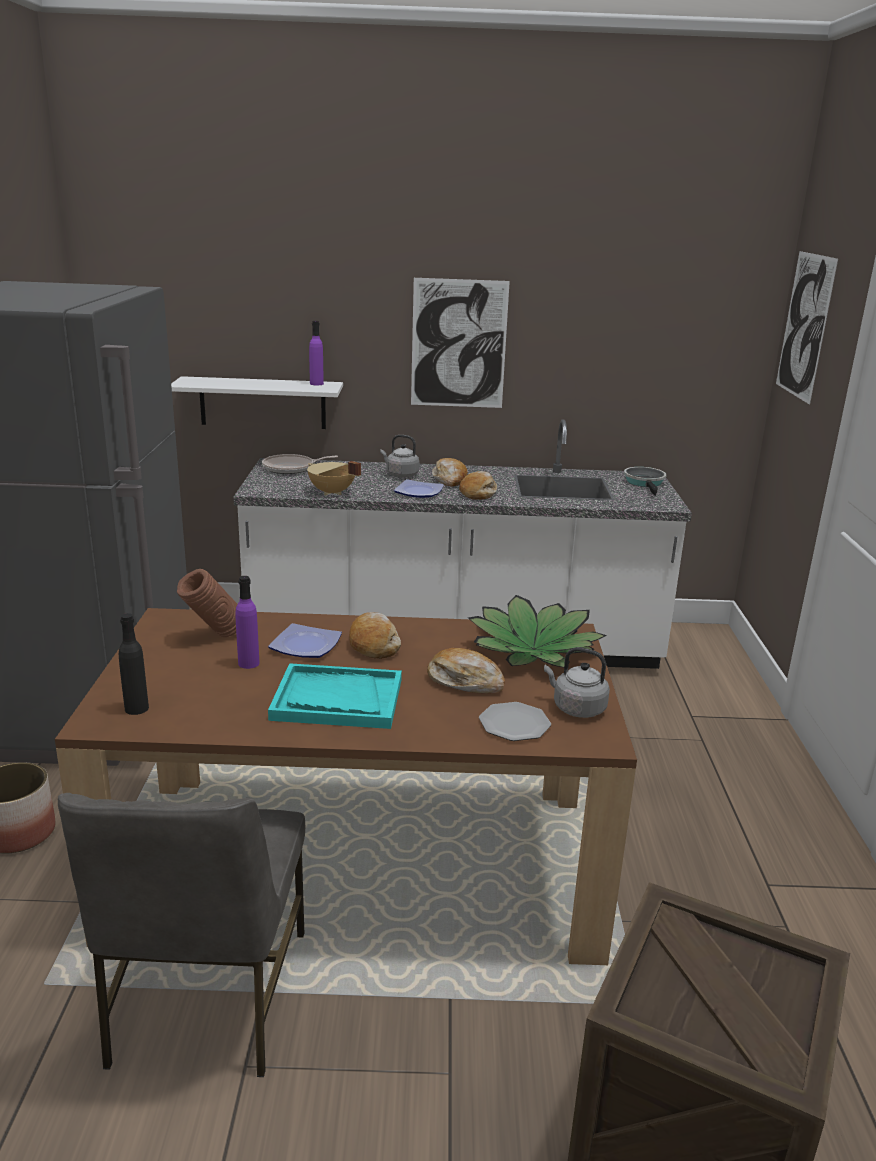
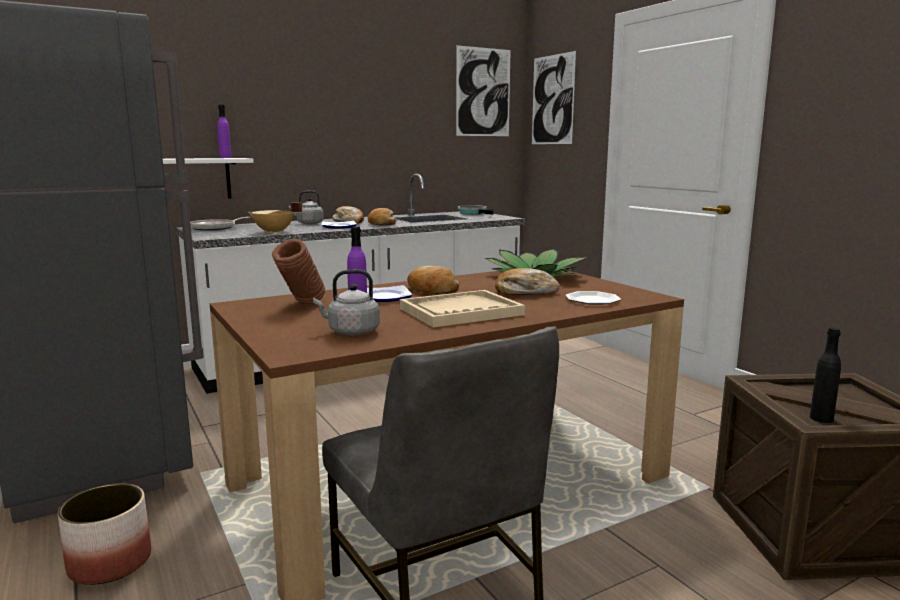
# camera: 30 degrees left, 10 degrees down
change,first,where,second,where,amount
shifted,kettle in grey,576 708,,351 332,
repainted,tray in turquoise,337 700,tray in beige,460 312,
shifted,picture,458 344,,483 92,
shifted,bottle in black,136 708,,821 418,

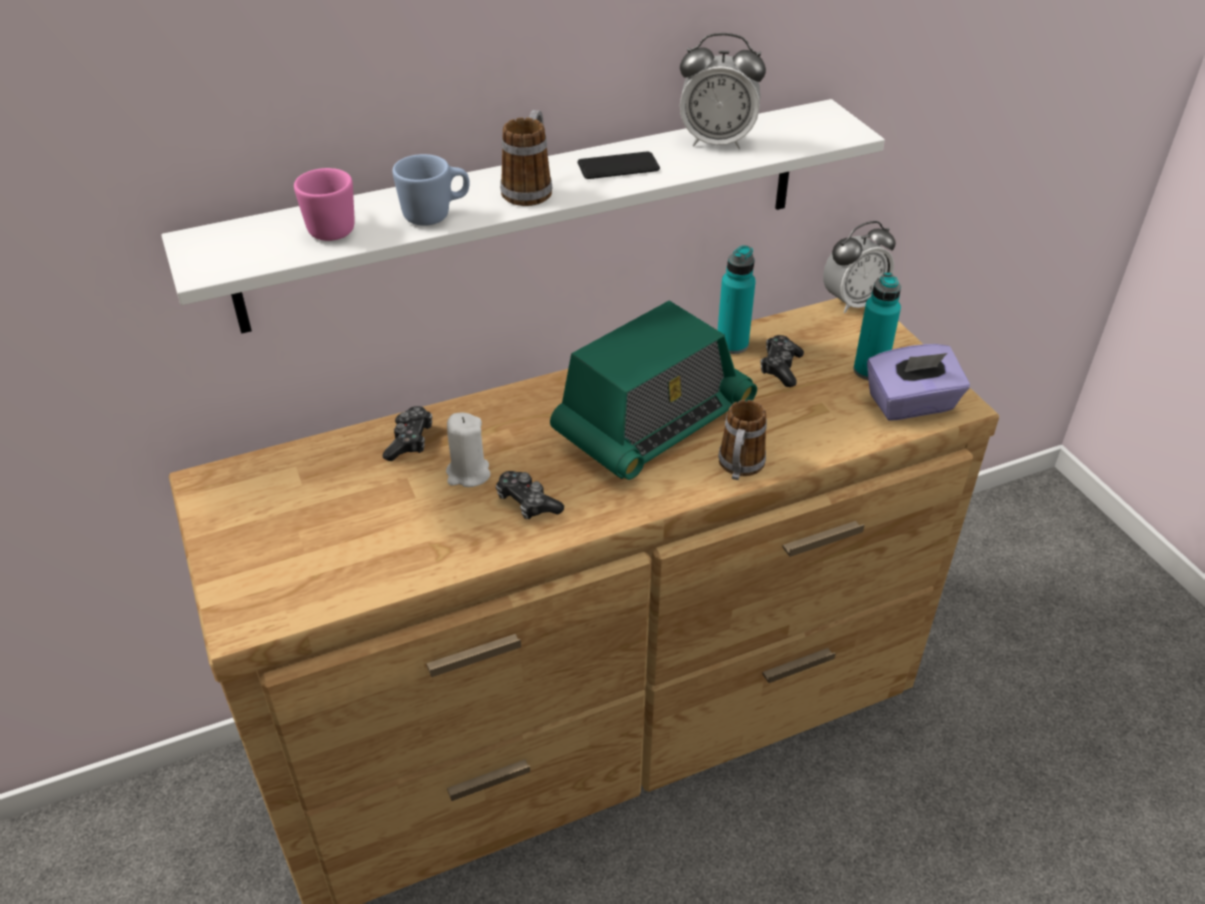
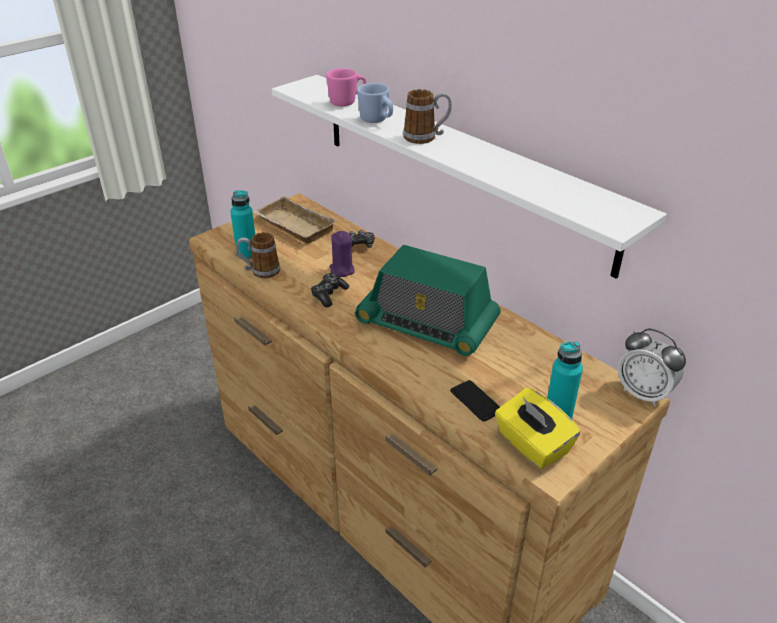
# camera: 70 degrees right, 5 degrees down
change,first,where,second,where,amount
shifted,bottle in turquoise,732 344,,247 254,
shifted,mug,739 468,,260 271,
new,,,tray in beige,292 226,
repainted,candle in white,468 474,candle in purple,342 270,
shifted,phone,618 167,,476 401,
repainted,tissue box in purple,911 404,tissue box in yellow,532 445,
gone,alarm clock,717 141,,,
gone,game controller,780 368,,,

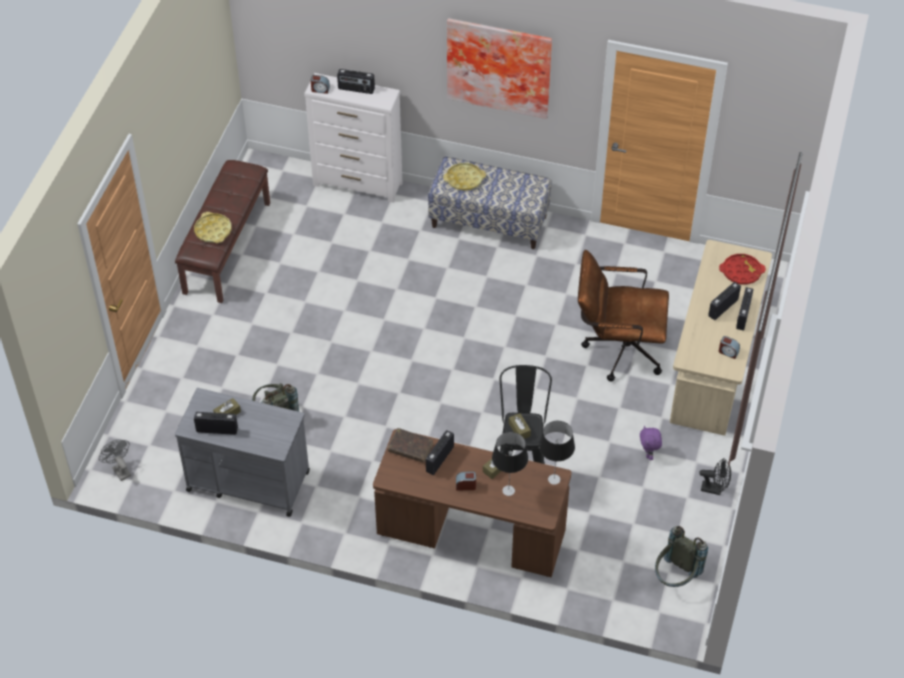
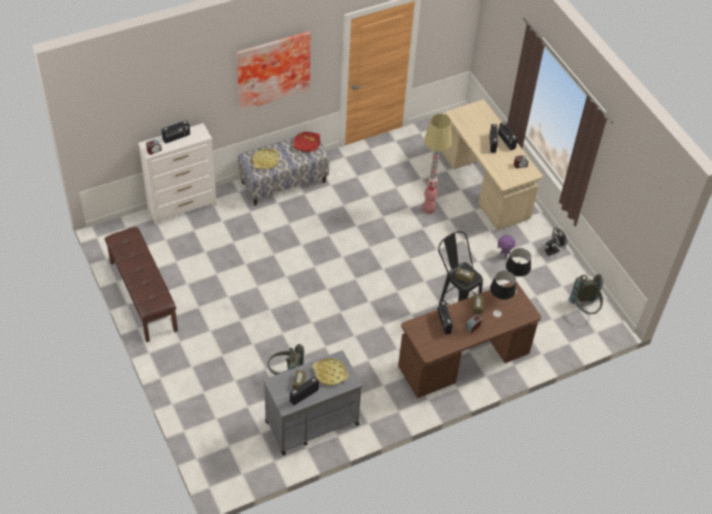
# camera: 45 degrees left, 0 degrees up
change,first,where,second,where,amount
shifted,tray in red,741 272,,306 144,
shifted,tray in yellow,213 231,,330 373,
swapped,office chair in brown,617 349,floor lamp,428 209,
gone,fan in grey,119 469,,,
gone,book in brown,410 448,,,

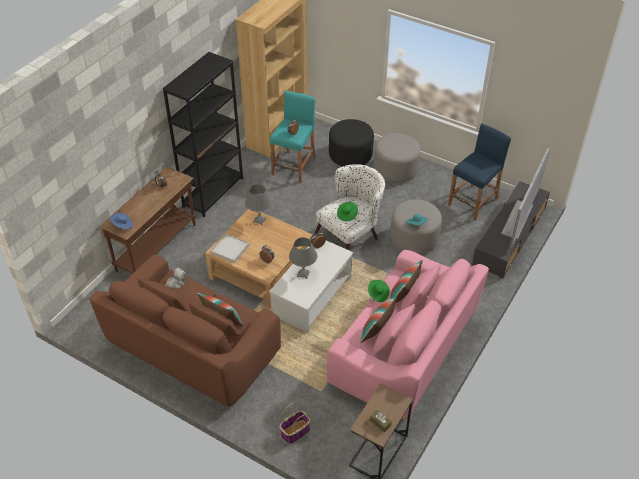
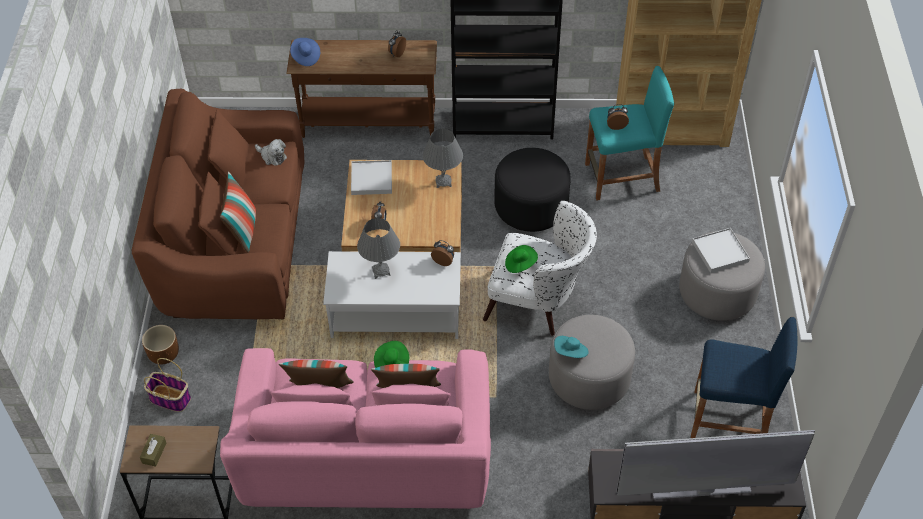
# camera: 60 degrees right, 5 degrees up
change,first,where,second,where,amount
new,,,planter in brown,164 354,
shifted,ottoman in black,350 155,,531 207,
new,,,tray in white,720 252,

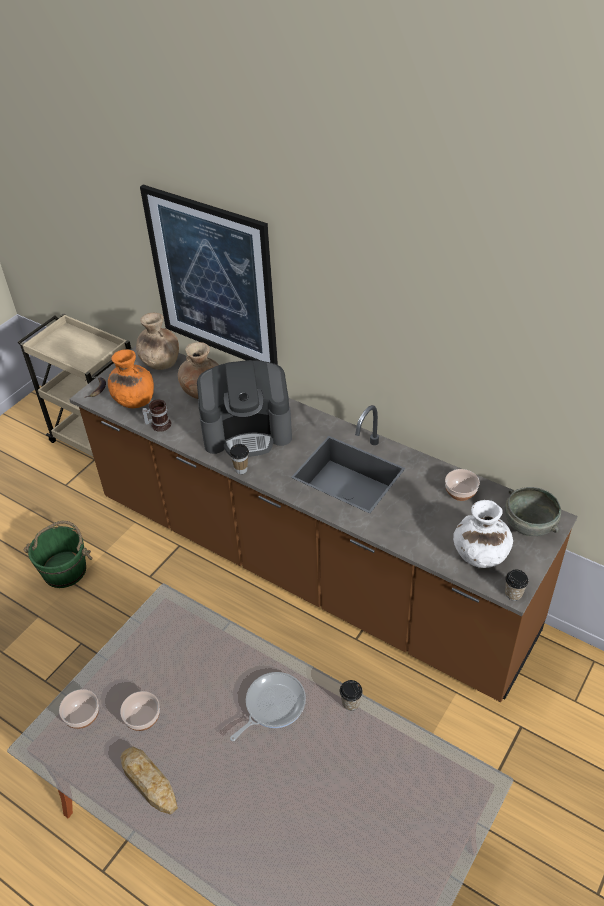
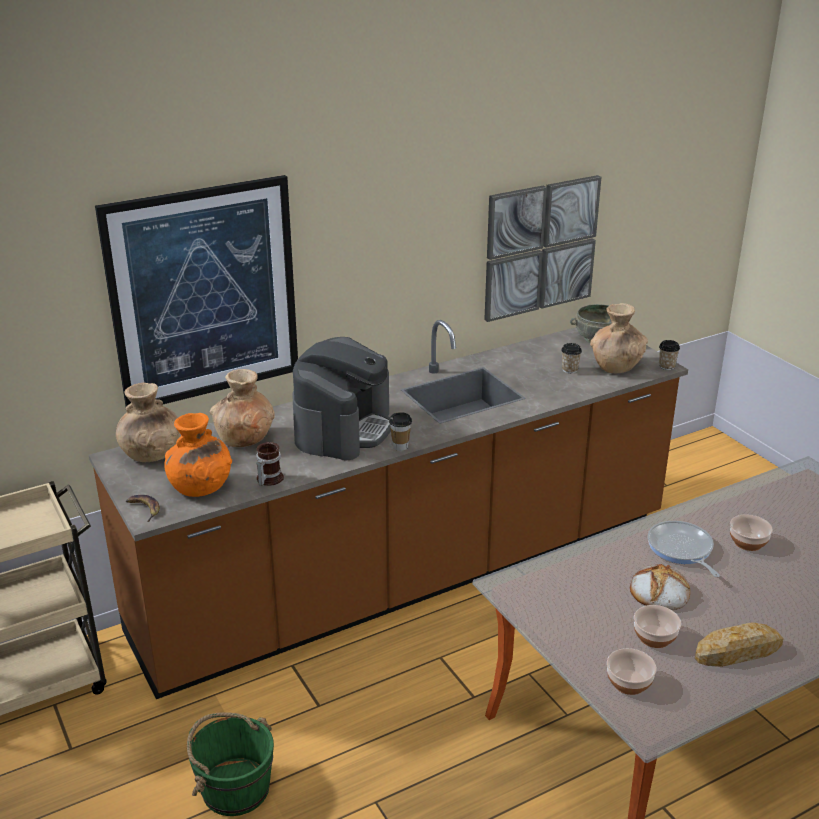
# camera: 65 degrees left, 15 degrees down
change,first,where,second,where,amount
new,,,picture,540 247,
shifted,cup,350 703,,569 369,
repainted,vase in white,480 555,vase in brown,616 367,
new,,,bread,659 592,
shifted,bowl,461 492,,748 542,

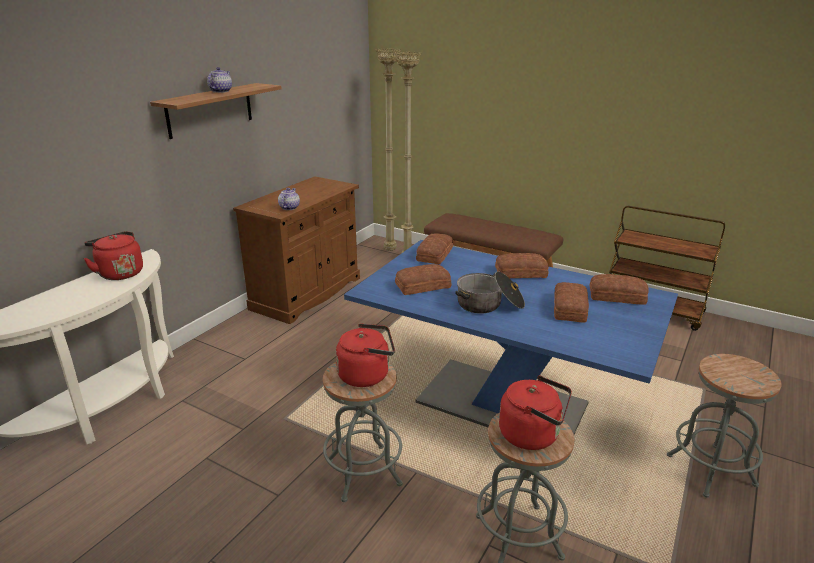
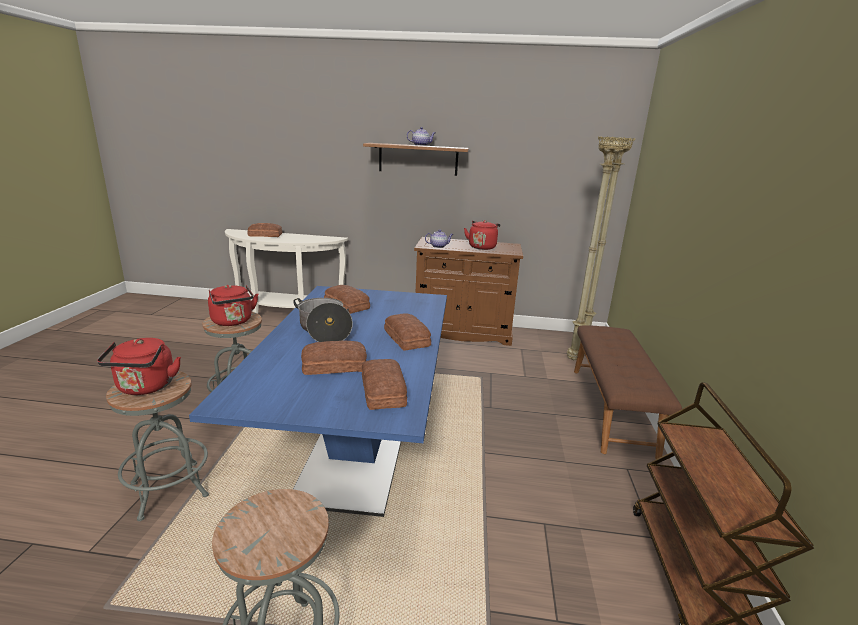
# camera: 65 degrees right, 5 degrees down
change,first,where,second,where,amount
shifted,bread,436 254,,265 235,
shifted,kettle in red,119 273,,482 247,

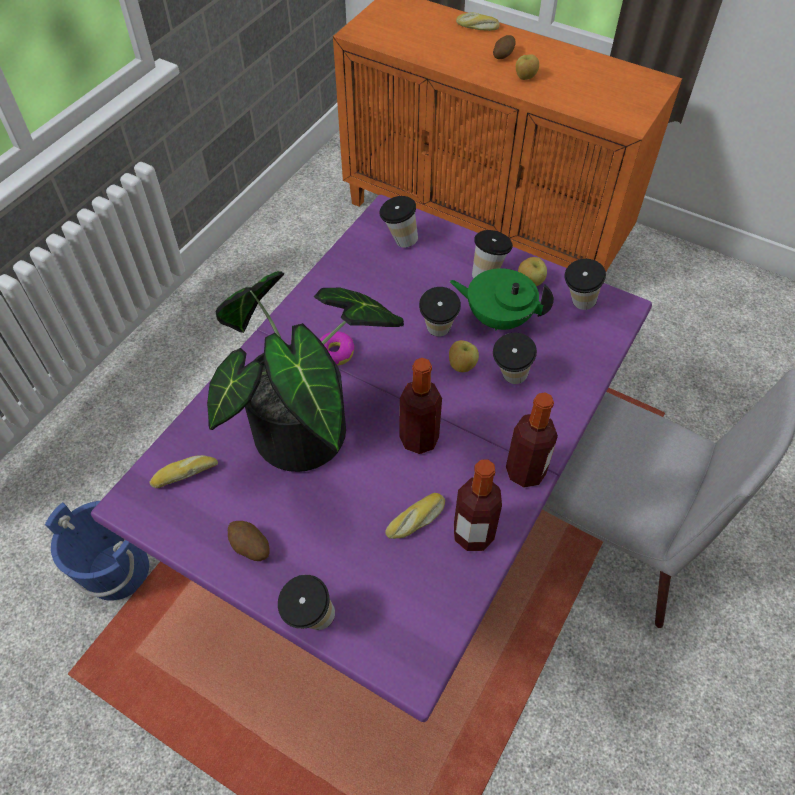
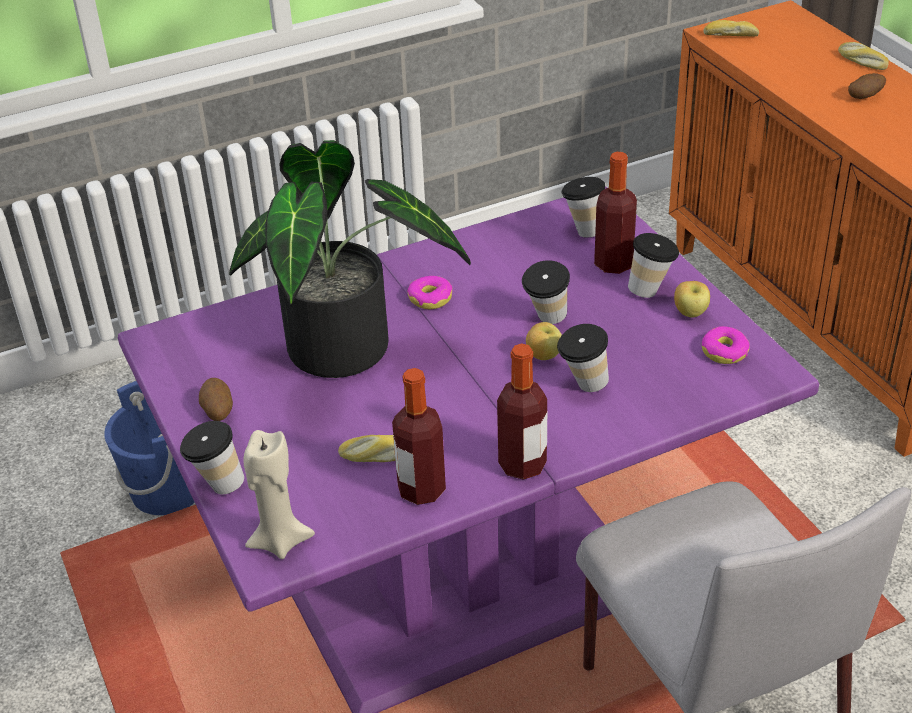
# camera: 35 degrees right, 15 degrees down
change,first,where,second,where,amount
new,,,candle in beige,280 541,
shifted,bottle,419 439,,613 264,
swapped,cup,577 305,donut,724 352,
shifted,bread,184 474,,730 35,
gone,teapot in green,498 318,,,
gone,apple,525 78,,,

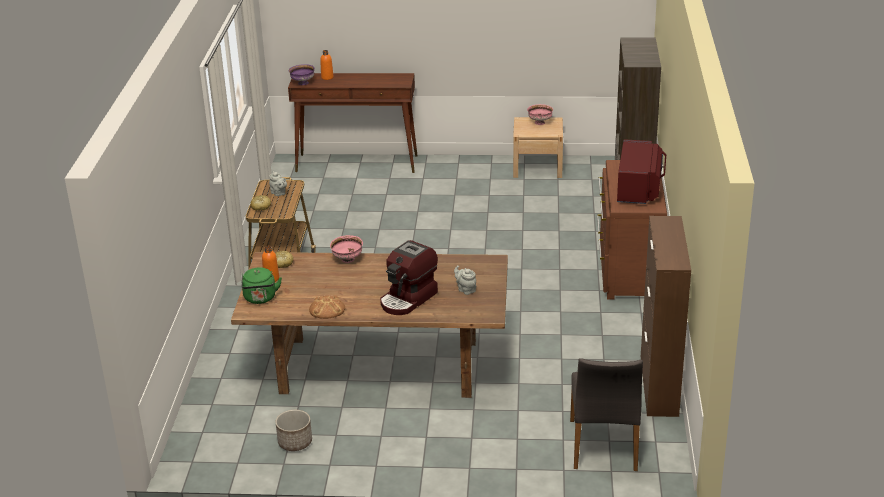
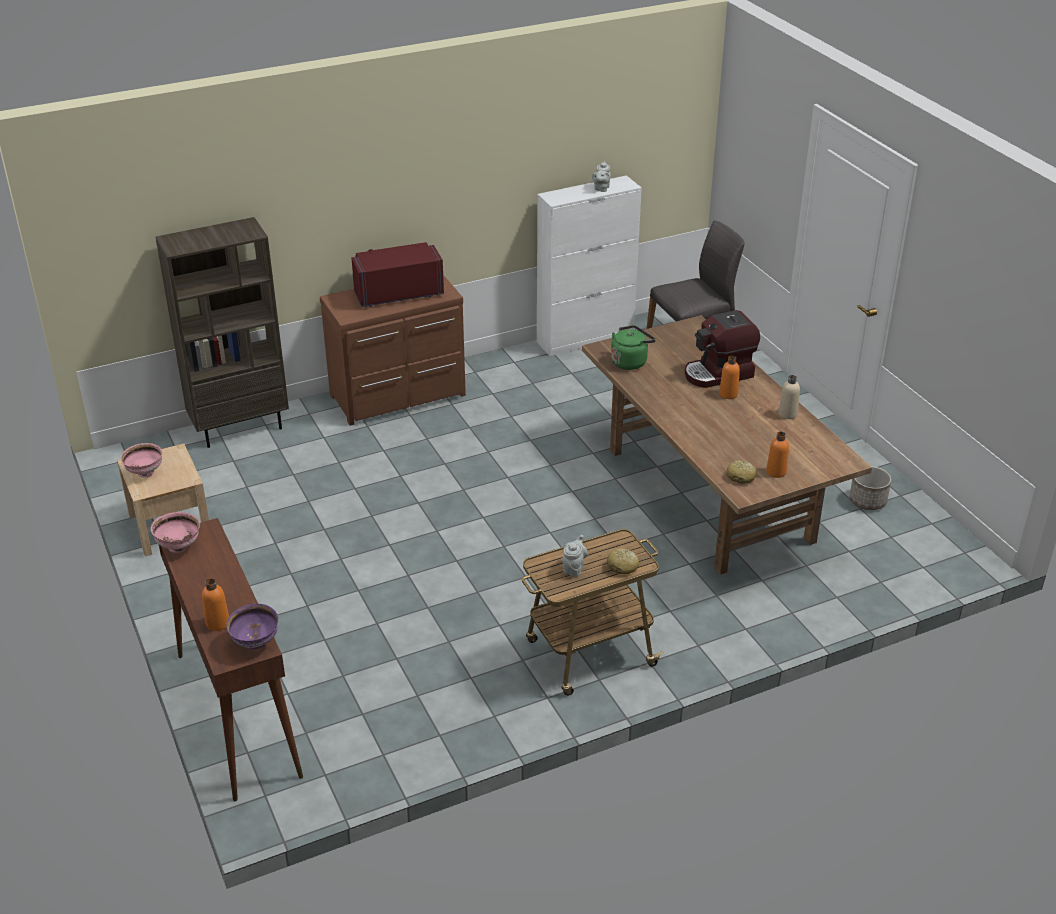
# camera: 120 degrees left, 5 degrees up
change,first,where,second,where,amount
shifted,bowl in pink,348 260,,179 547,
repainted,cabinet in brown,658 386,cabinet in white,586 338,
shifted,teapot in grey,465 289,,601 188,
shifted,kettle in green,260 298,,630 361,
rotated,coffee machine,408 299,,719 374,150 degrees clockwise
new,,,bottle in orange,728 394,
swapped,bread,327 309,bottle in beige,787 414,

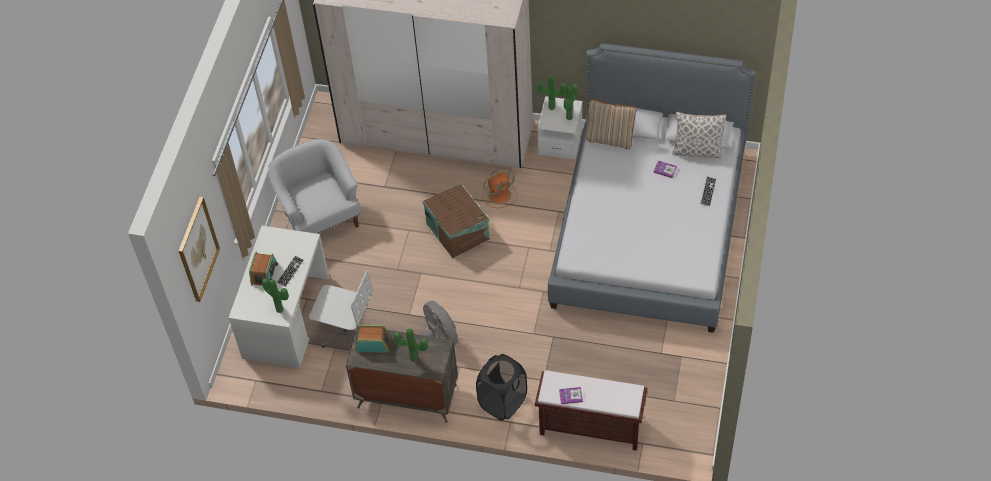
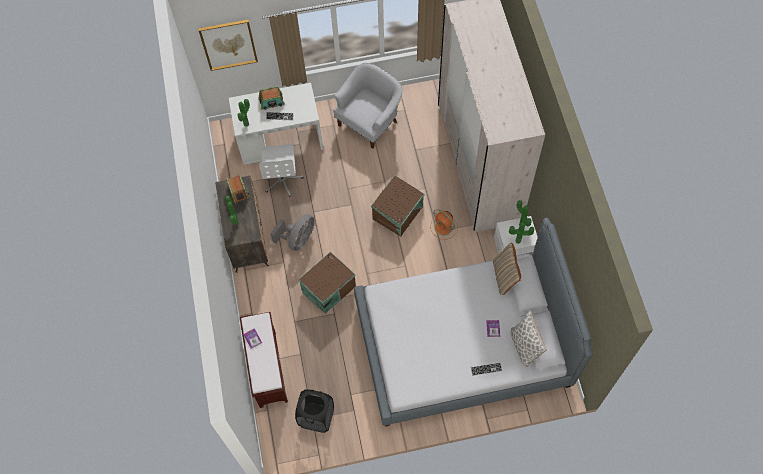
# camera: 65 degrees right, 10 degrees up
change,first,where,second,where,amount
shifted,laundry basket in black,502 402,,316 417,
new,,,storage box in brown,327 288,

